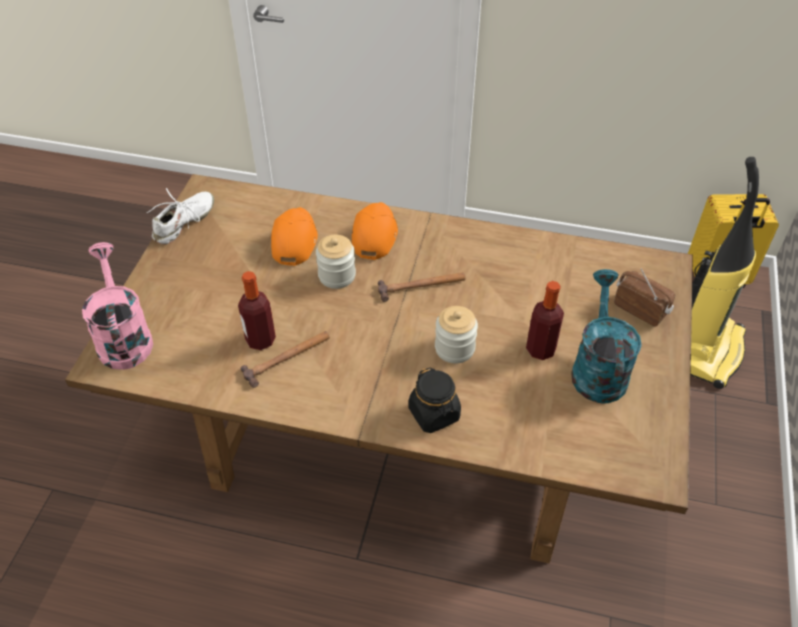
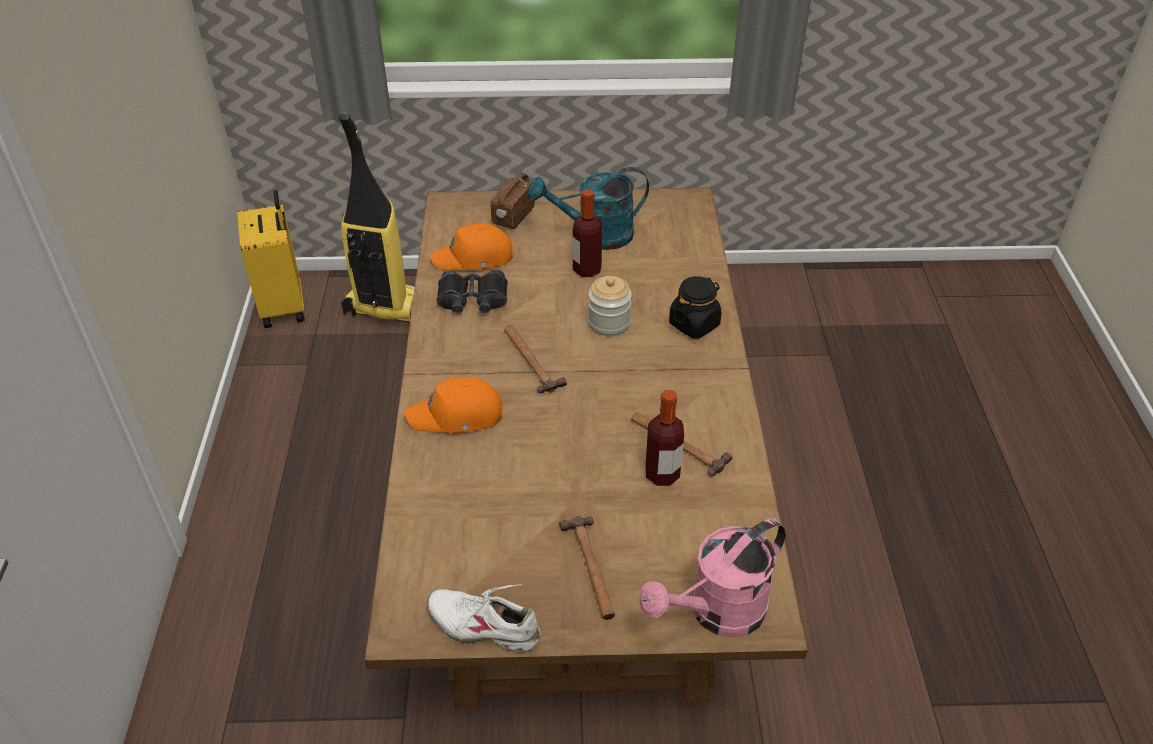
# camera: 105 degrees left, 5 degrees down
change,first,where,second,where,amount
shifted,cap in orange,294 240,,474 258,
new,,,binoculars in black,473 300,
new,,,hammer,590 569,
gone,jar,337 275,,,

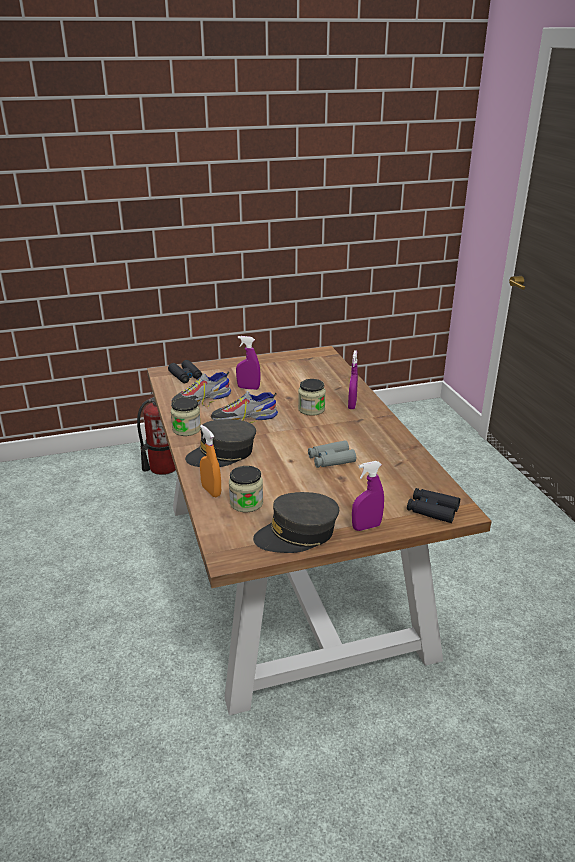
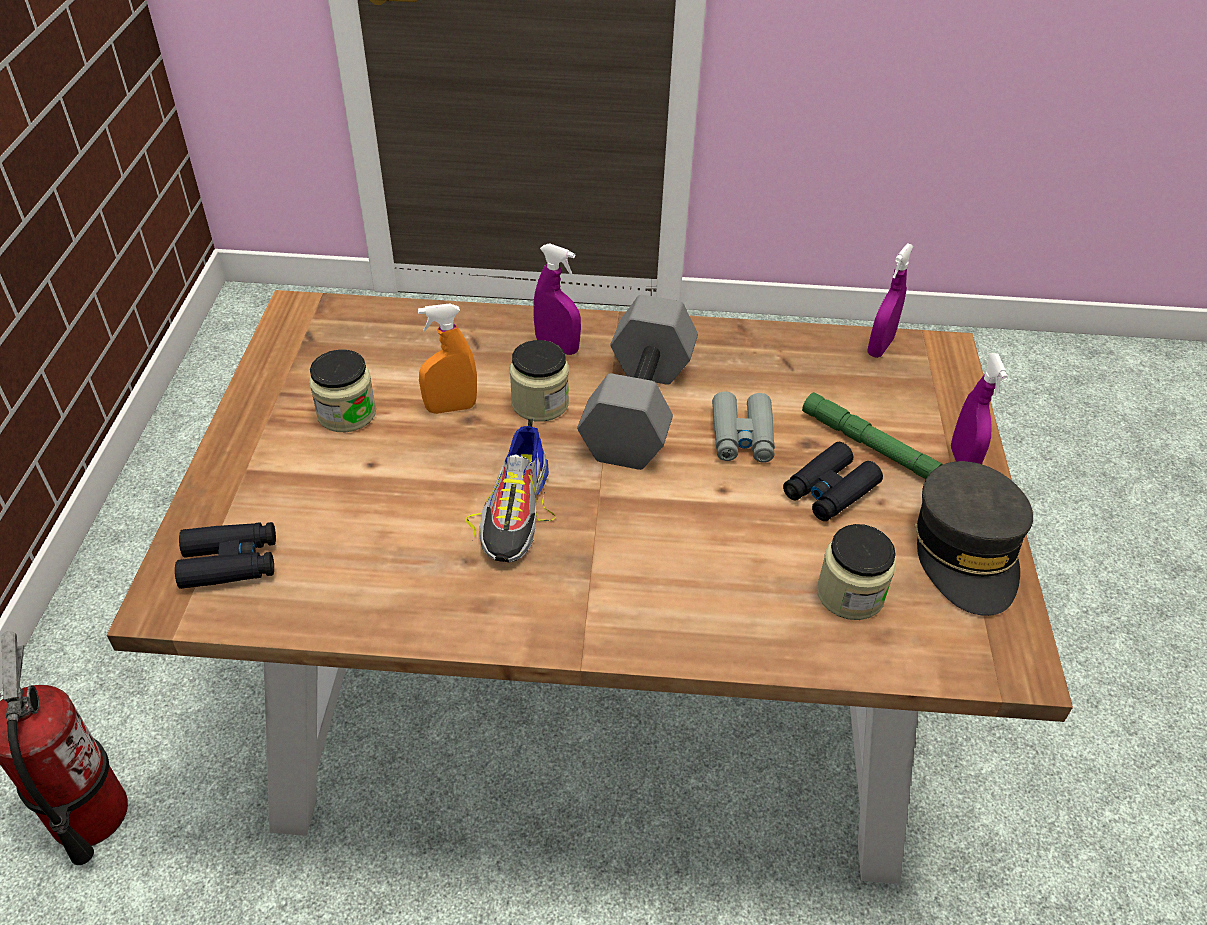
# camera: 70 degrees left, 15 degrees up
change,first,where,second,where,amount
shifted,jar,186 429,,347 413,
shifted,spray bottle in orange,211 491,,451 408,
new,,,dumbbell in grey,636 407,
shifted,binoculars in black,432 510,,829 490,
new,,,flashlight in green,868 444,
shifted,spray bottle in purple,248 388,,880 347,
gone,shoe,201 400,,,
gone,cap in grey,222 454,,,

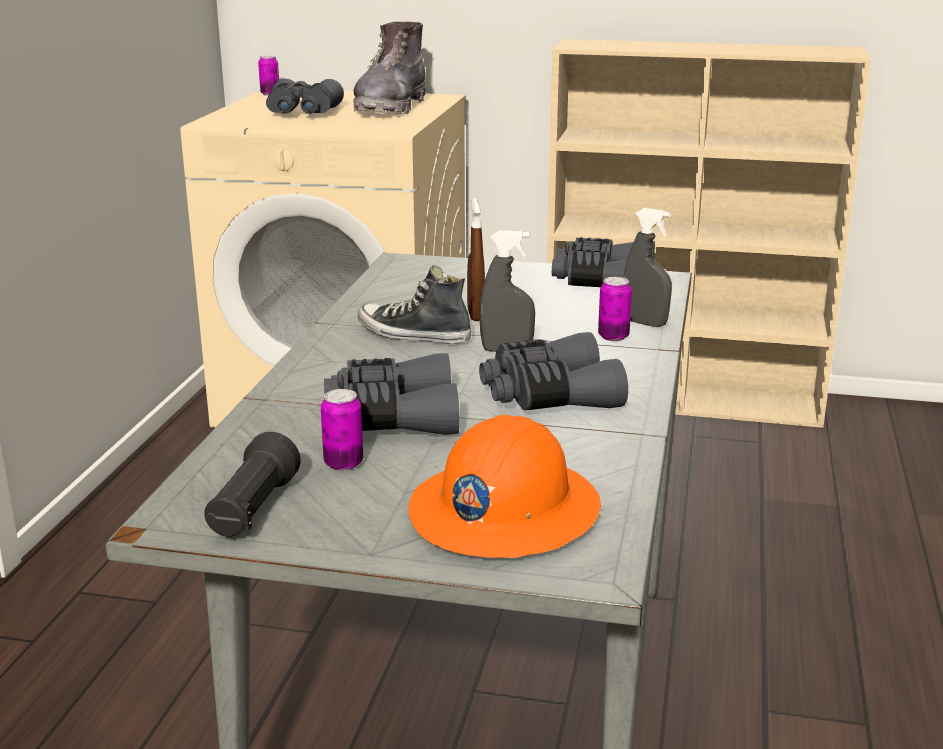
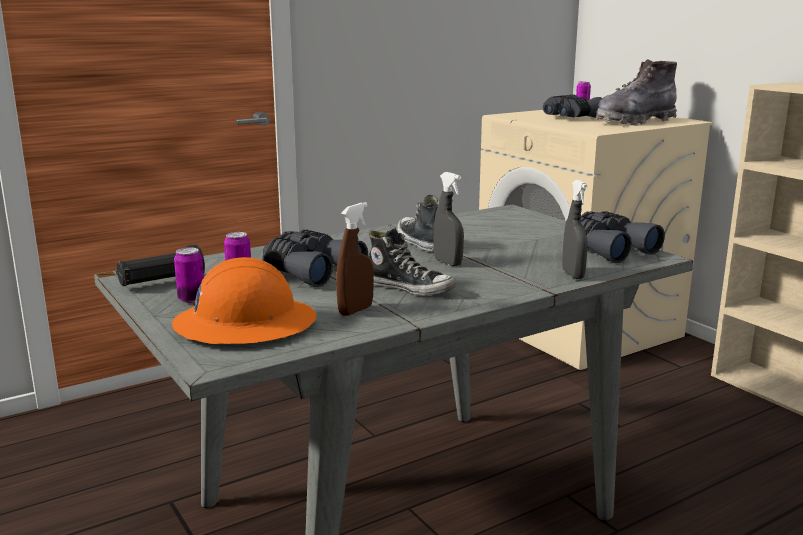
# camera: 45 degrees right, 5 degrees down
change,first,where,second,where,amount
shifted,can,613 337,,191 299,
shifted,spray bottle in brown,476 314,,355 310,
swapped,binoculars in grey,548 396,shoe,409 288,

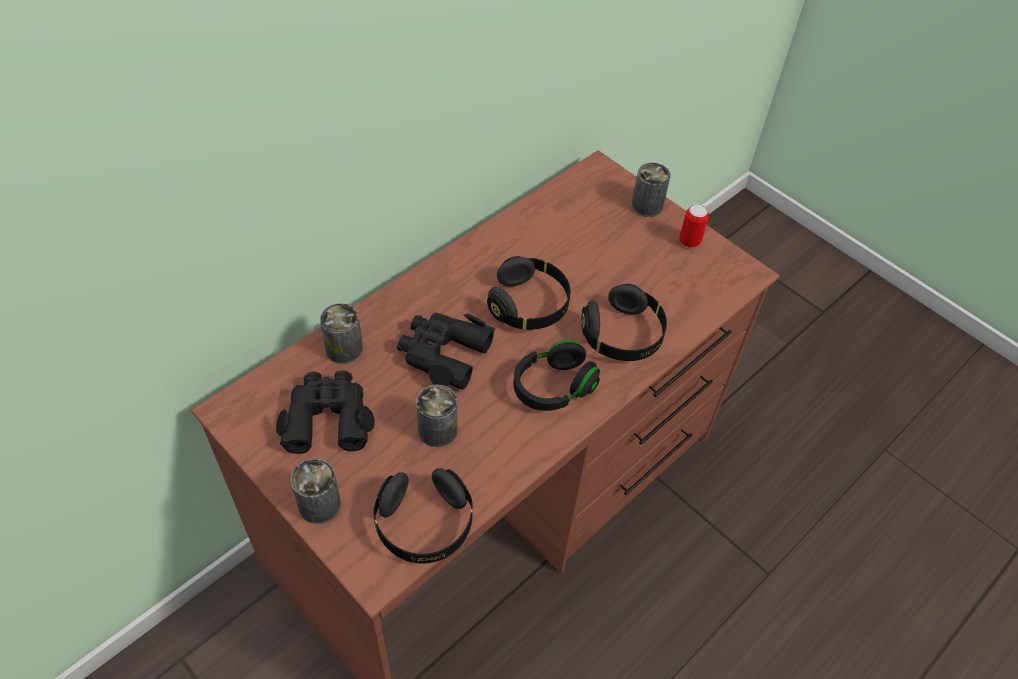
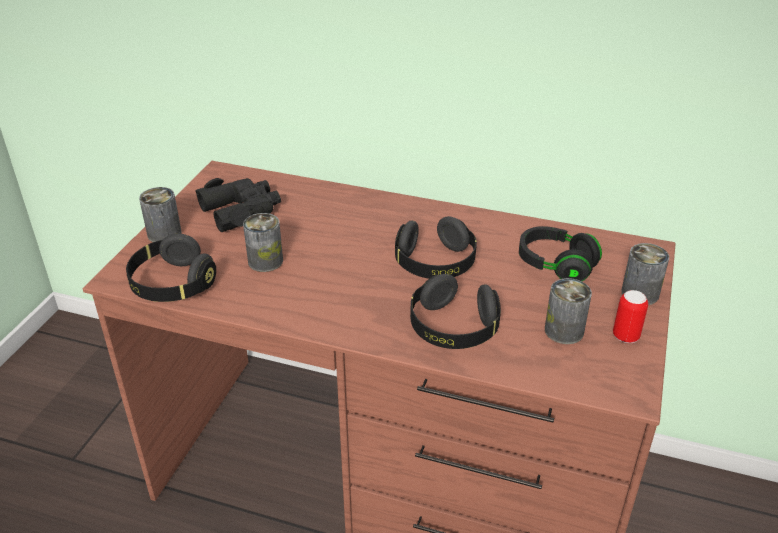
# camera: 65 degrees right, 15 degrees down
change,first,where,second,where,amount
shifted,headphones in black,553 387,,556 266,
shifted,can,344 349,,564 331,
gone,binoculars in black,443 353,,,

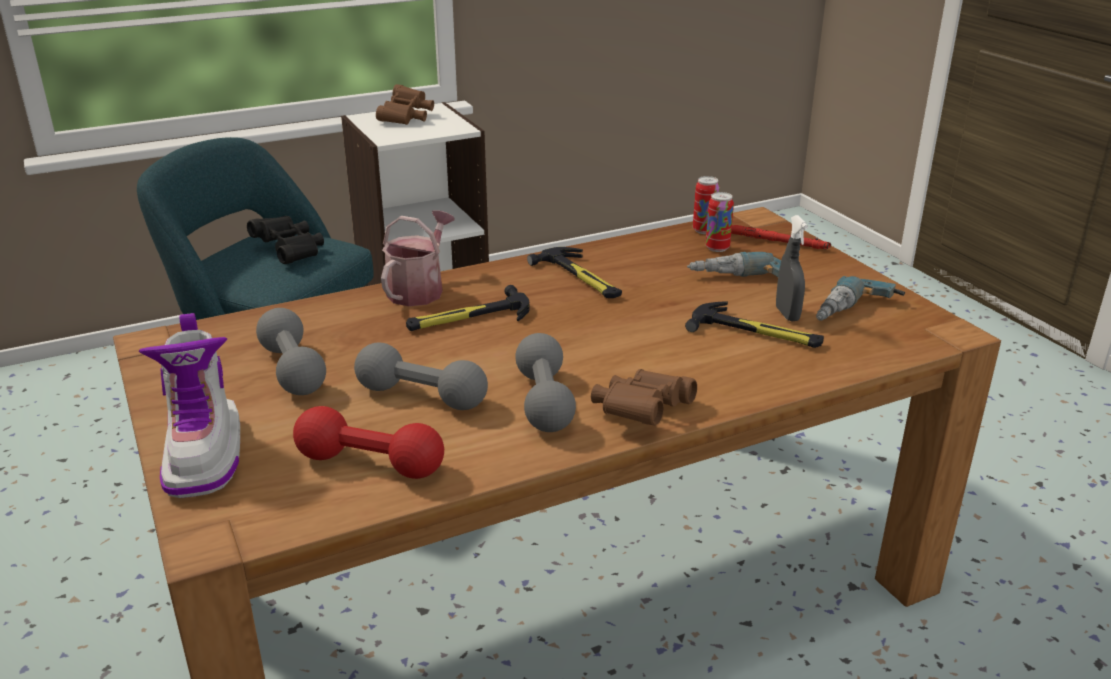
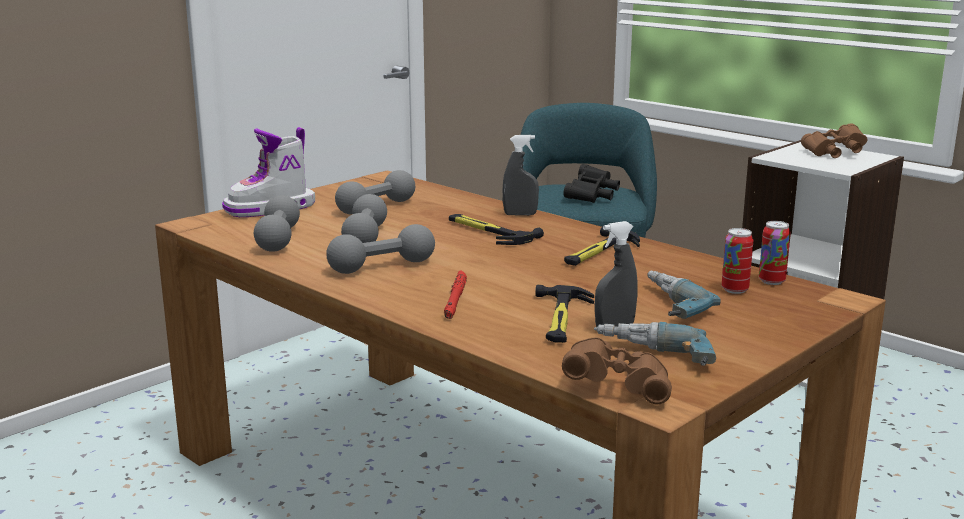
# camera: 70 degrees right, 10 degrees down
change,first,where,second,where,amount
repainted,dumbbell in red,370 464,dumbbell in grey,278 239,
shifted,flashlight in red,777 242,,455 299,
swapped,watering can,419 289,spray bottle in grey,520 214,
shifted,binoculars in brown,641 413,,617 388,

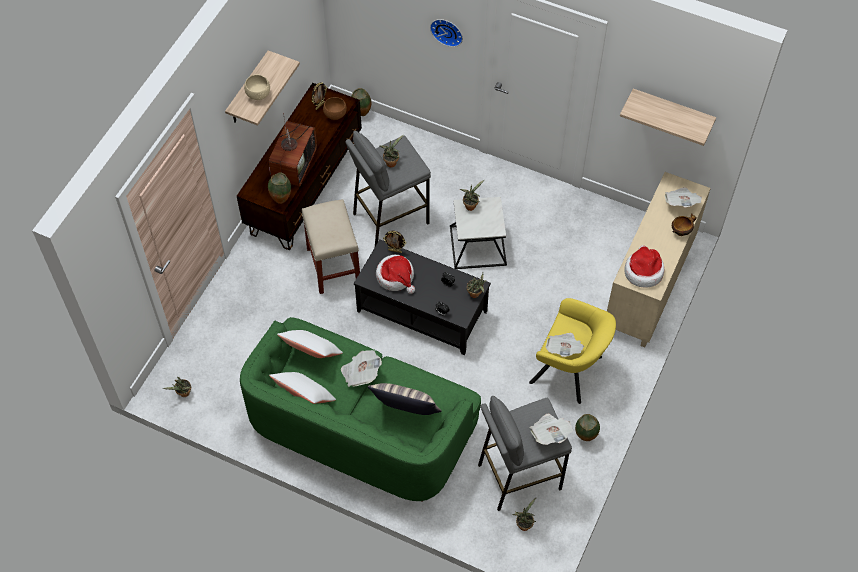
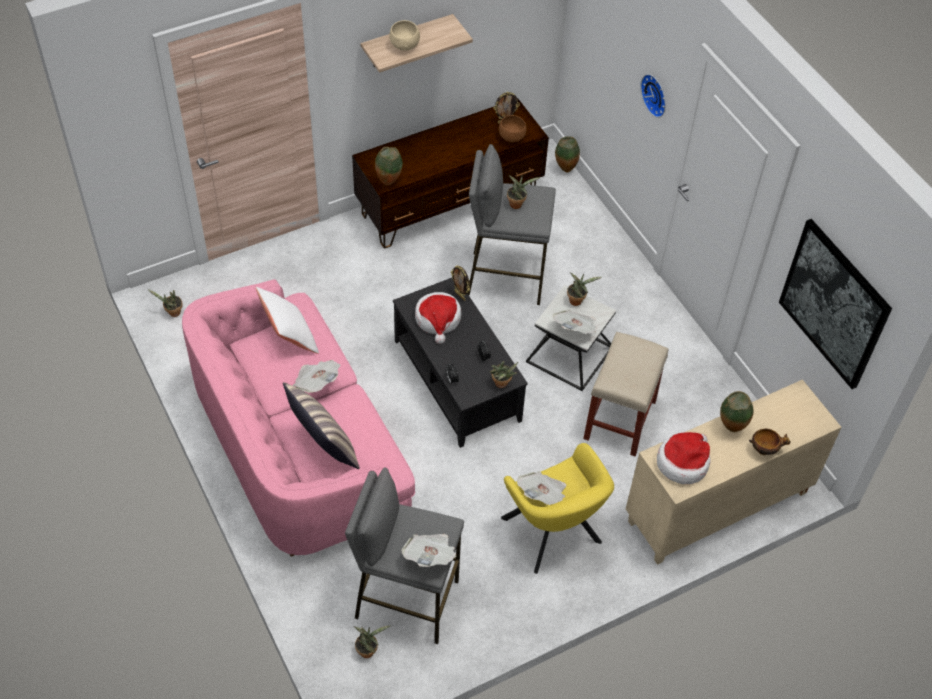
# camera: 35 degrees right, 5 degrees down
change,first,where,second,where,amount
repainted,sofa in green,360 427,sofa in pink,298 447,
shifted,newspaper,681 203,,575 329,
shifted,stool in beige,334 267,,620 421,
shifted,vase,585 438,,731 429,
swapped,shelf,672 112,picture,834 304,
gone,television,293 164,,,
gone,pillow in white,304 397,,,

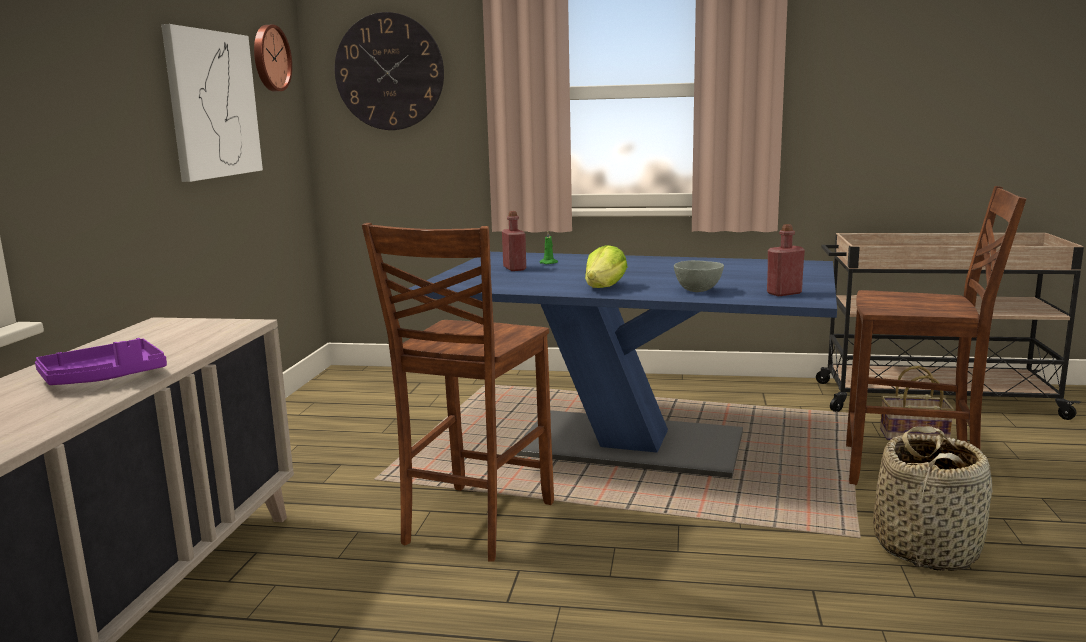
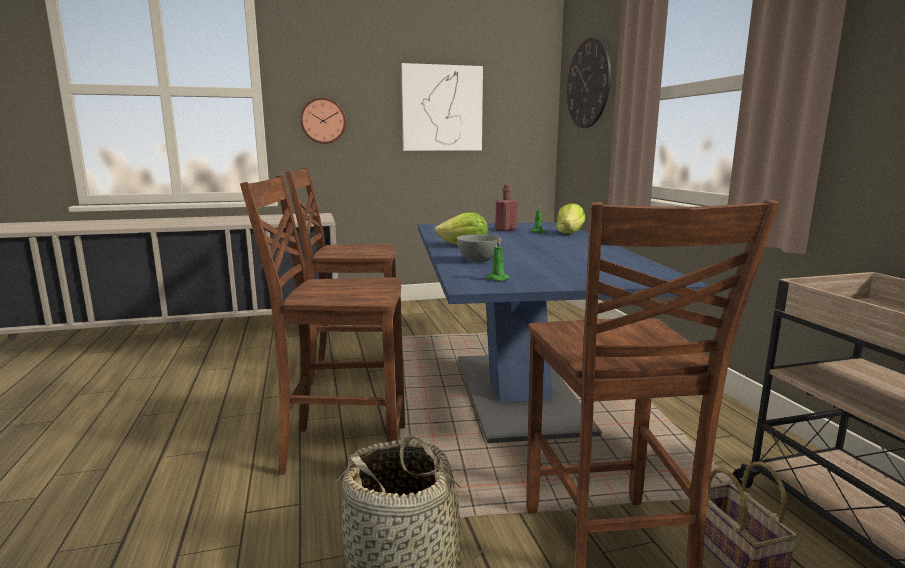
# camera: 65 degrees right, 0 degrees up
change,first,where,second,where,amount
new,,,chair in brown,342 449,
shifted,wall clock,270 58,,323 121,
swapped,bottle in red,784 293,candle in green,496 279,
new,,,lettuce,569 233,
gone,tray in purple,105 378,,,

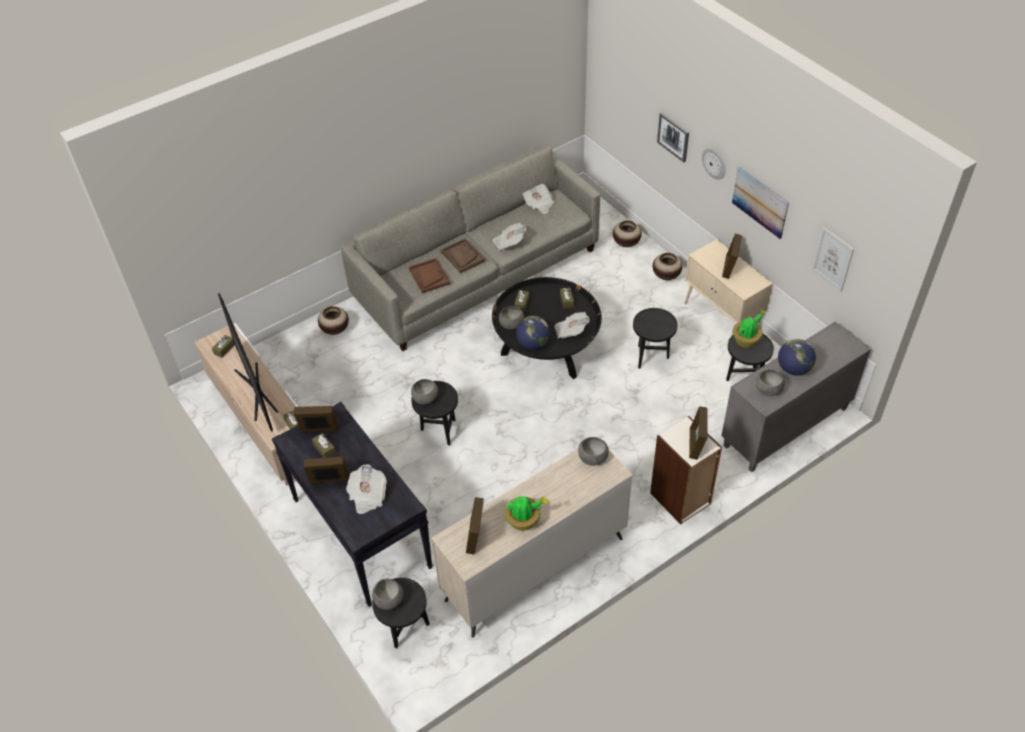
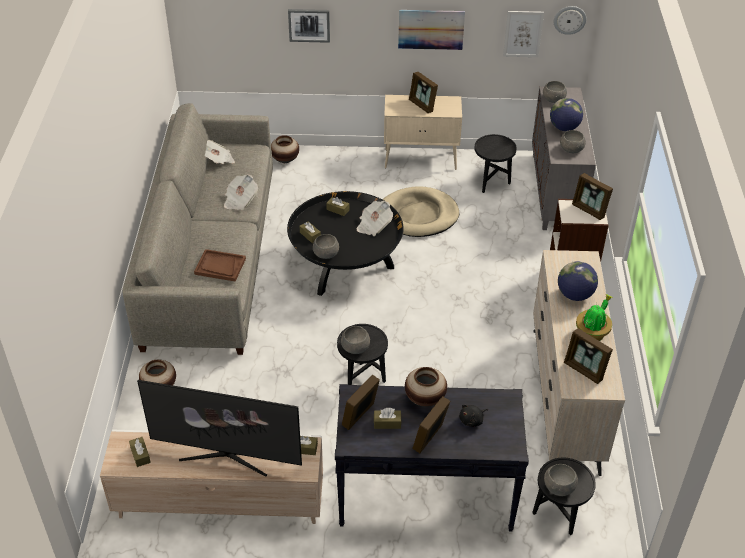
# camera: 55 degrees left, 5 degrees down
change,first,where,second,where,amount
swapped,side table in black,651 357,dog bed in beige,419 215,
shifted,vase,666 276,,425 399,
swapped,newspaper,367 496,plush toy in black,472 420,
shifted,bowl in grey,592 458,,553 99,
shifted,wall clock,714 163,,569 19,
shifted,globe,532 344,,575 295,
gone,tray in brown,462 256,,,
gone,potted plant,746 340,,,

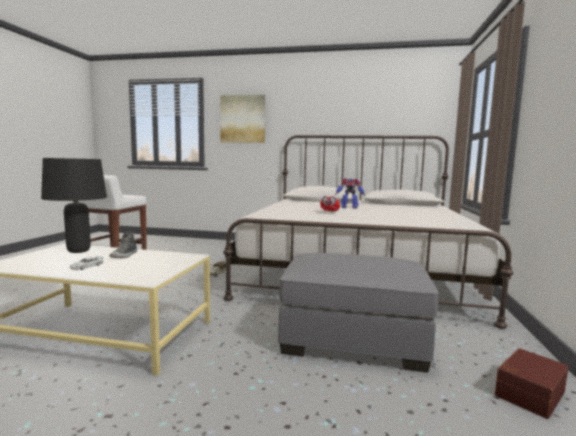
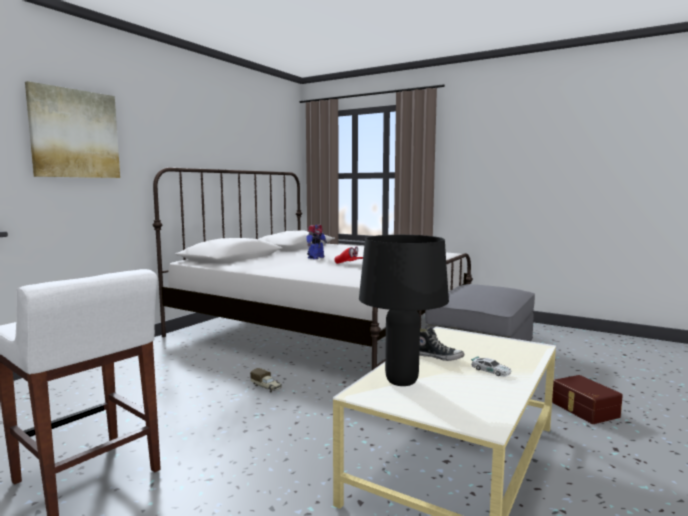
# camera: 70 degrees left, 0 degrees up
change,first,where,second,where,amount
shifted,storage box in brown,527 392,,583 409,

